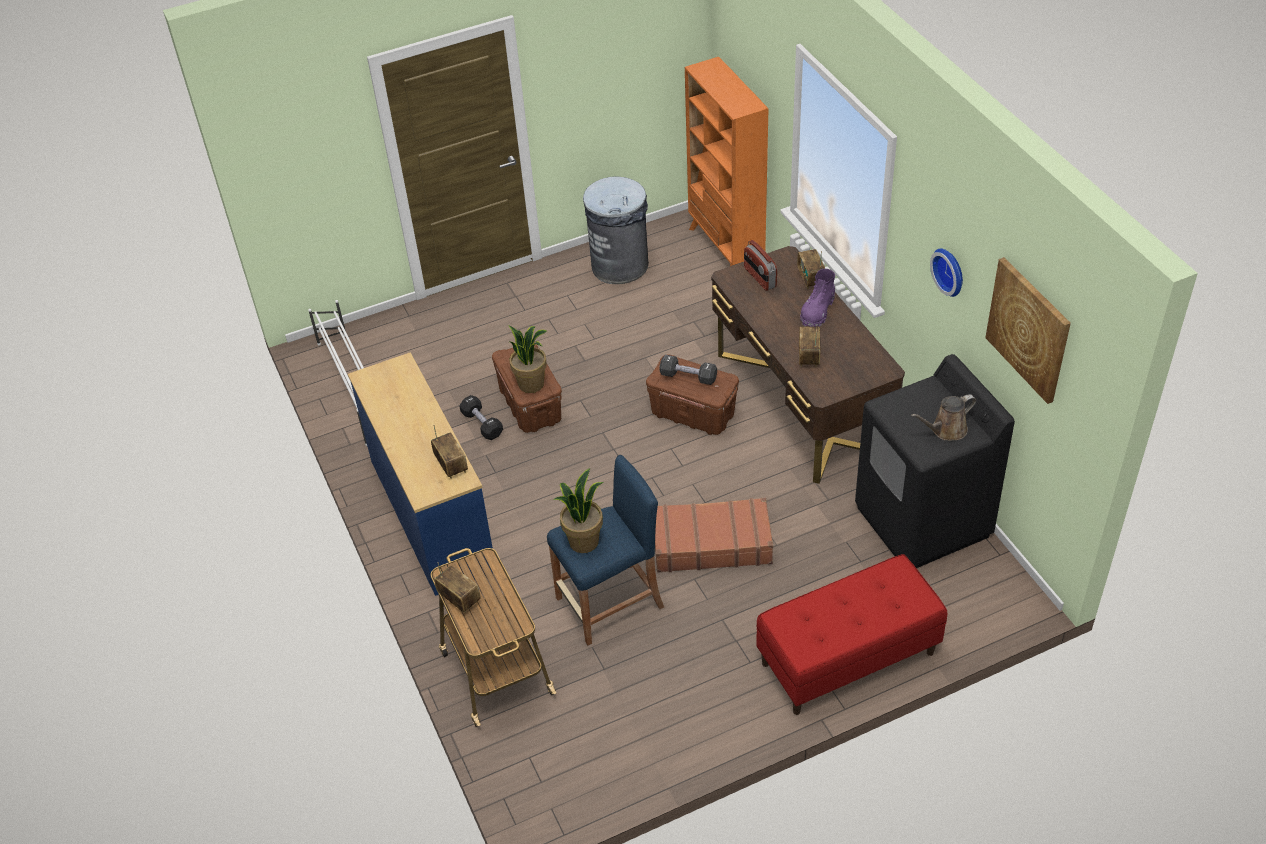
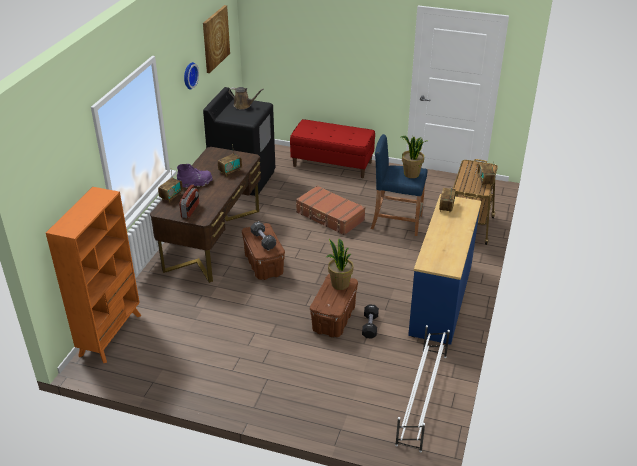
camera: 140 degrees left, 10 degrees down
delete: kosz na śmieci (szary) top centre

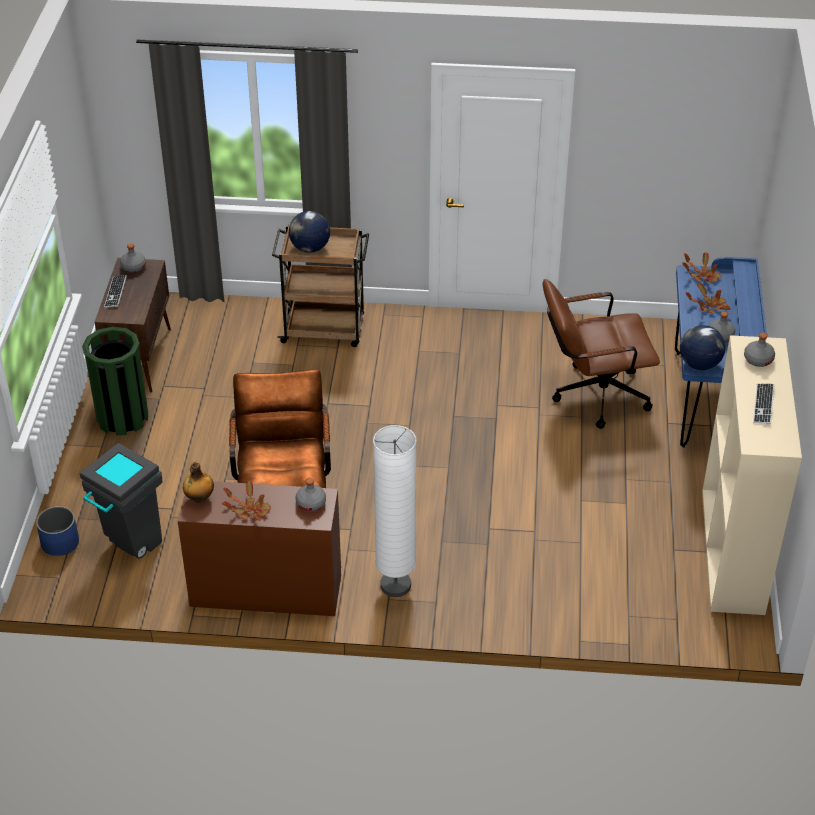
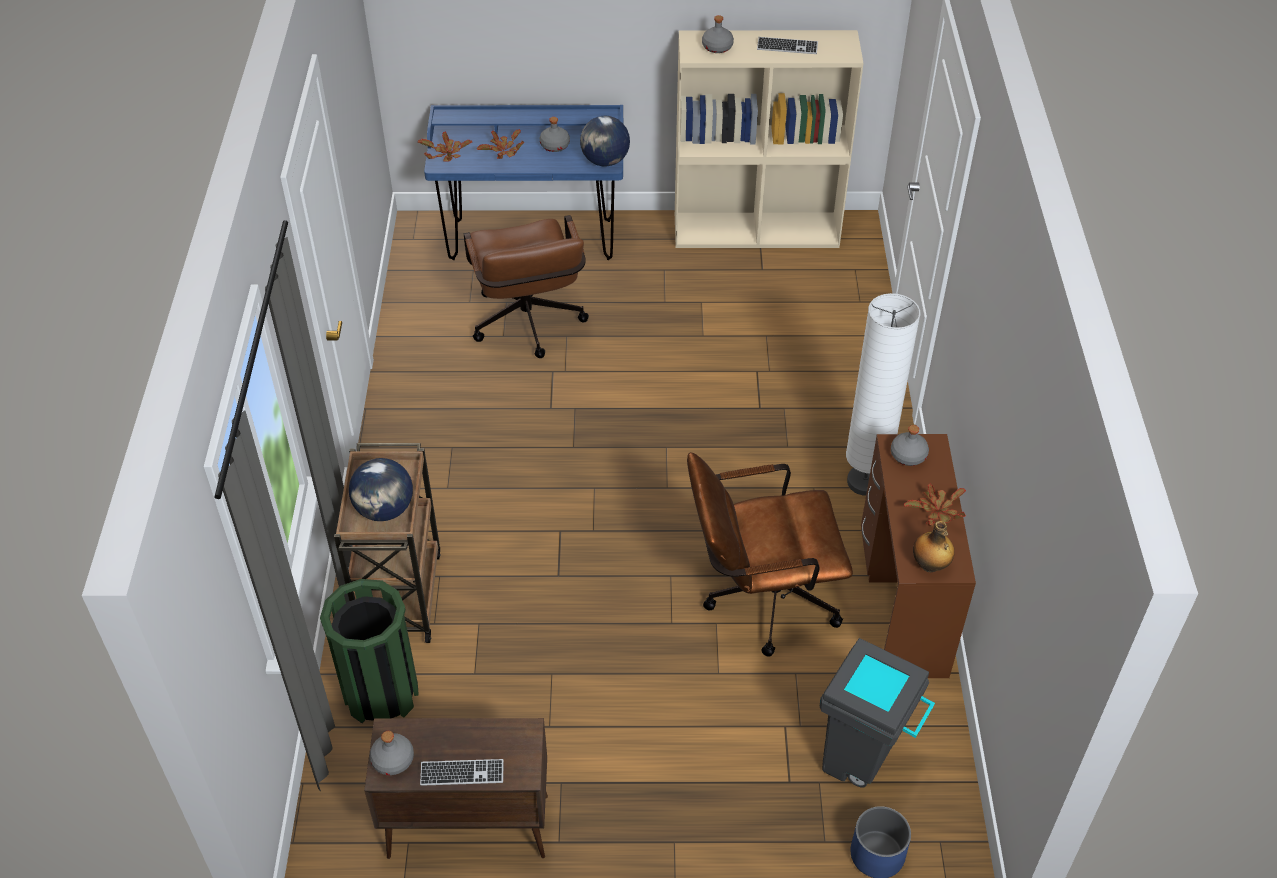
camera: 95 degrees left, 5 degrees up
move: kosz na śmieci (zielony) middle left to bottom left

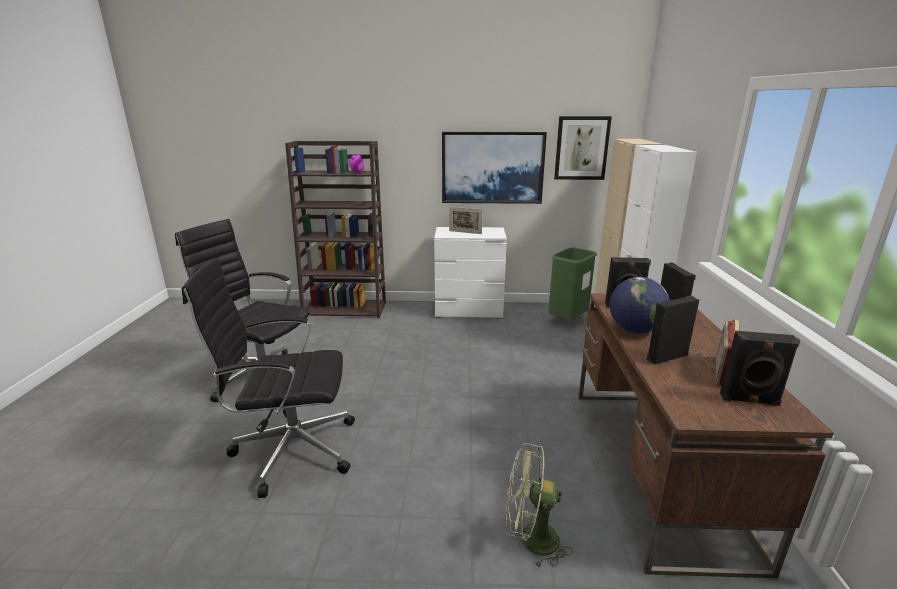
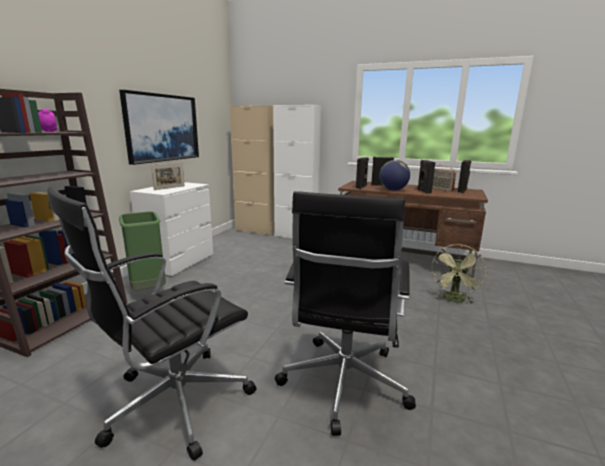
camera: 70 degrees left, 5 degrees down
delete: obraz (2nd from left) top centre
move: kosz na śmieci (zielony) centre to middle left

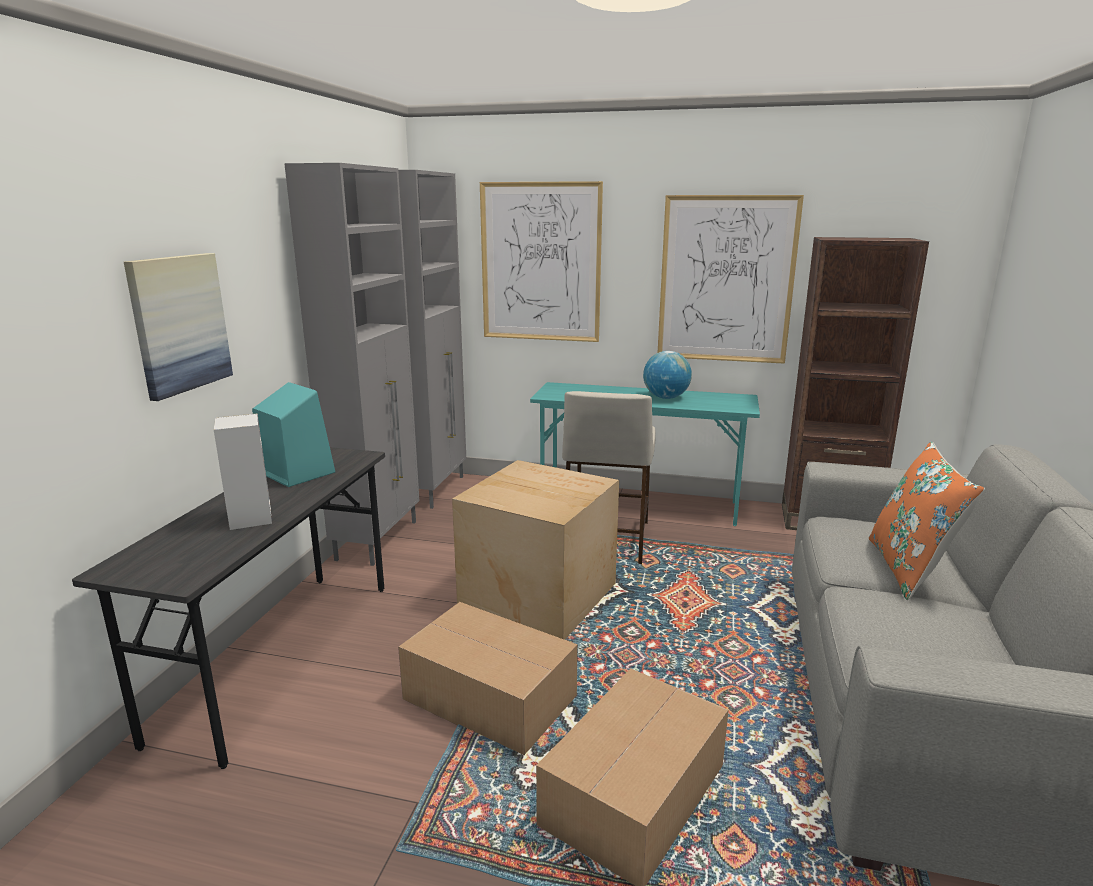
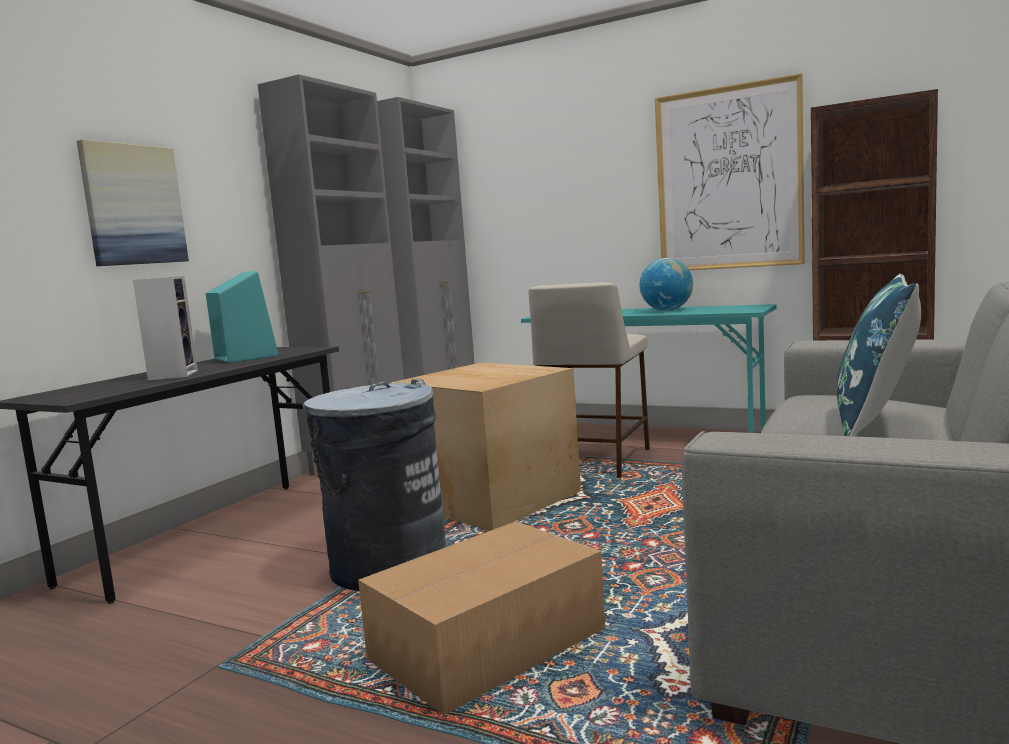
camera: 15 degrees right, 10 degrees down
delete: obraz (2nd from left) top centre
replace: karton (1st from left) bottom centre to kosz na śmieci (szary) centre
recolor: poduszka (pomarańczowy) middle right to poduszka (niebieski) middle right

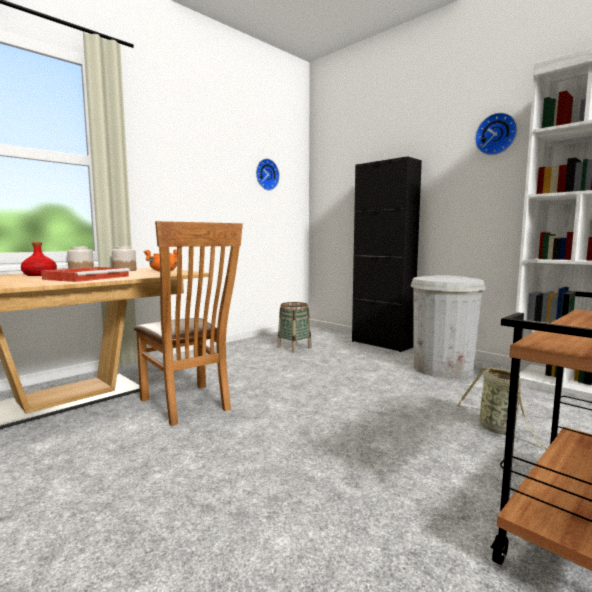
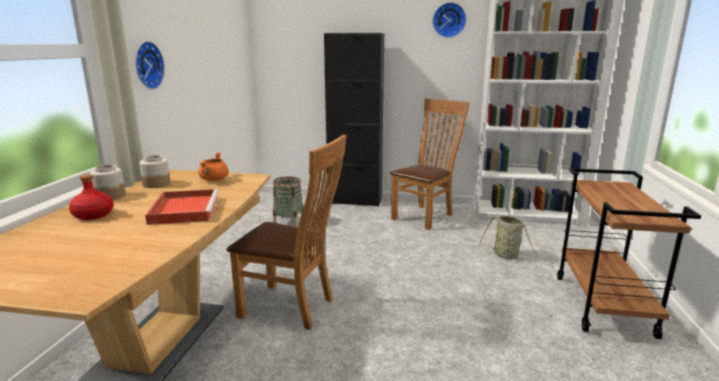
camera: 35 degrees left, 10 degrees up
move: zegar ścienny (1st from left) top centre to top left
replace: kosz na śmieci (biały) middle right to krzesło (brązowy) (2nd from left) centre

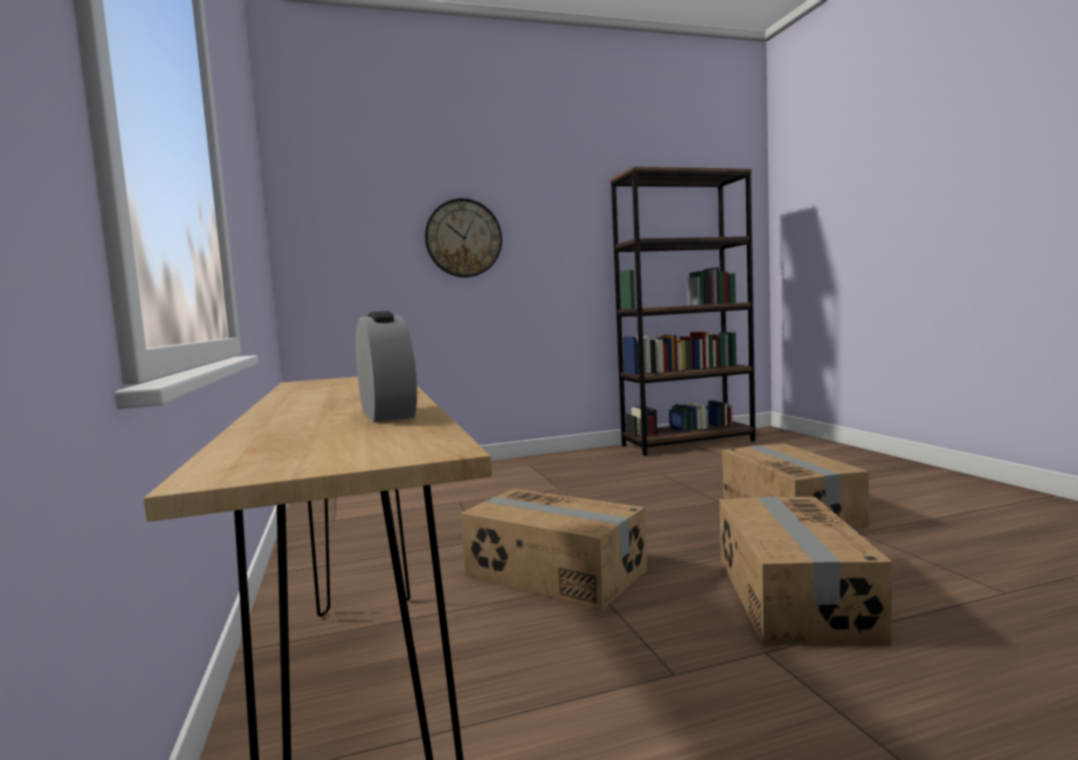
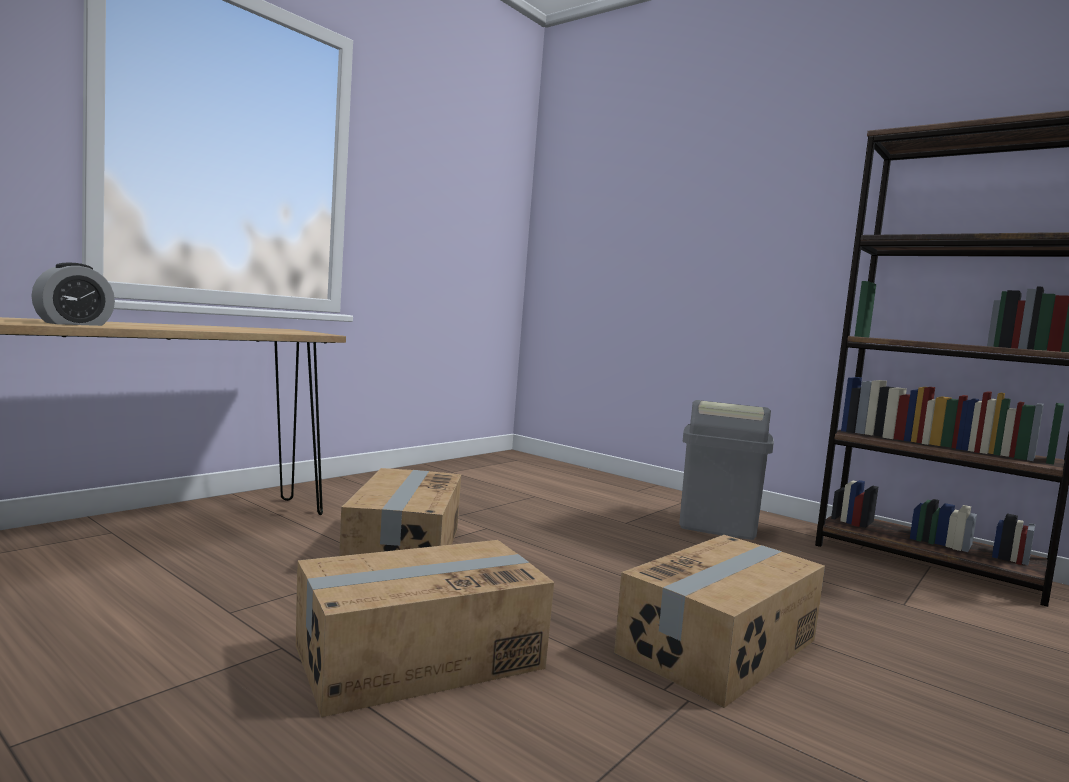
camera: 55 degrees right, 0 degrees up
delete: zegar ścienny top centre
insert: kosz na śmieci (szary) middle right

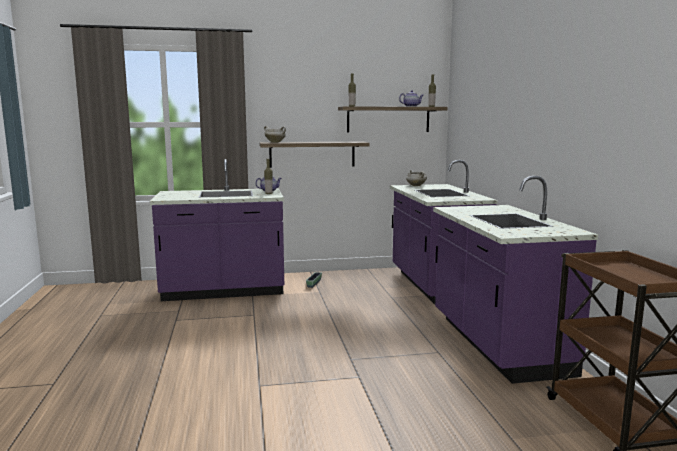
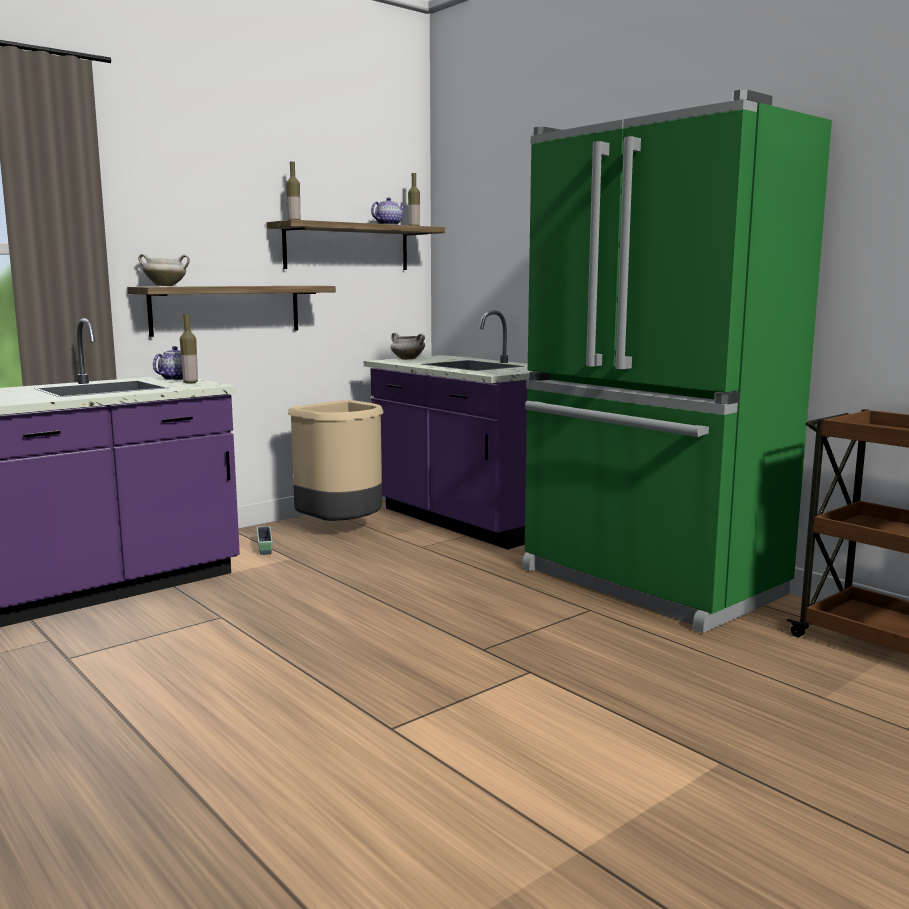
camera: 30 degrees left, 0 degrees up
insert: kosz na śmieci (beżowy) centre
replace: zabudowa kuchenna (fioletowy) (3rd from left) middle right to lodówka (zielony) middle right

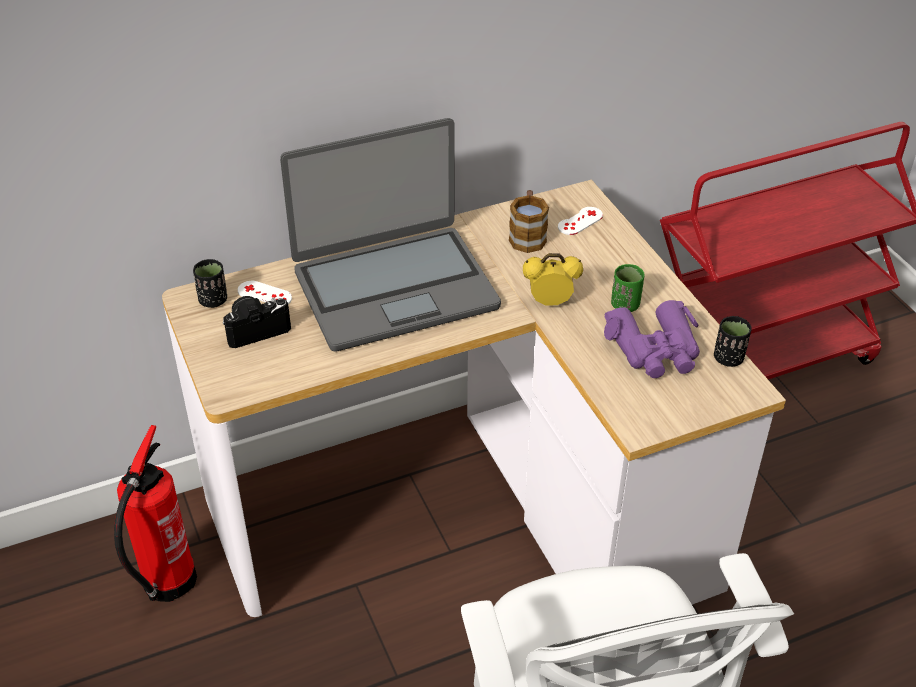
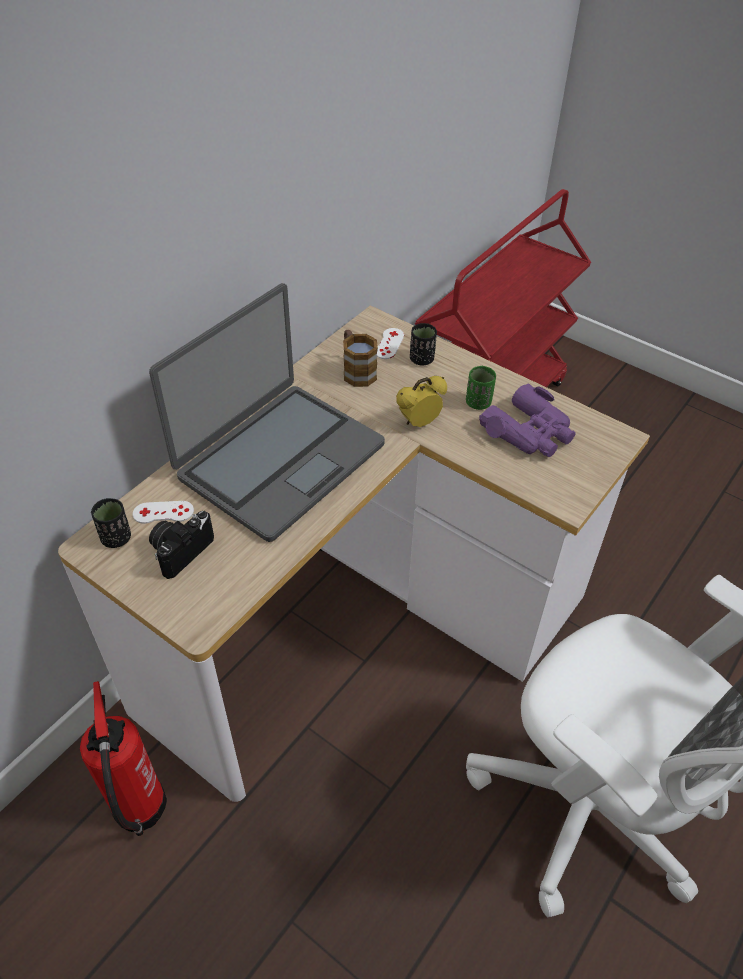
camera: 30 degrees left, 5 degrees up
move: filiżanka (czarny) (2nd from left) middle right to centre

